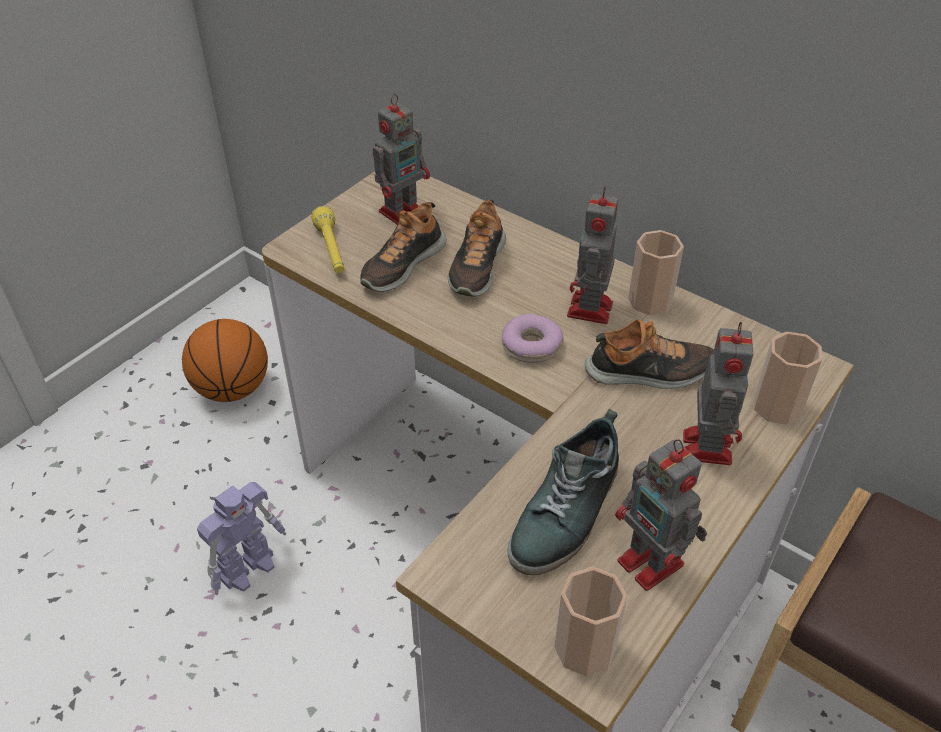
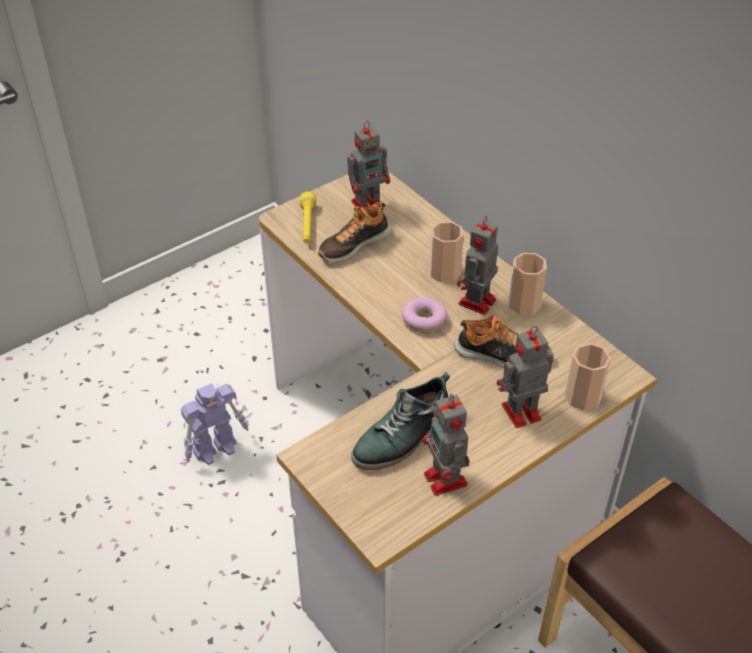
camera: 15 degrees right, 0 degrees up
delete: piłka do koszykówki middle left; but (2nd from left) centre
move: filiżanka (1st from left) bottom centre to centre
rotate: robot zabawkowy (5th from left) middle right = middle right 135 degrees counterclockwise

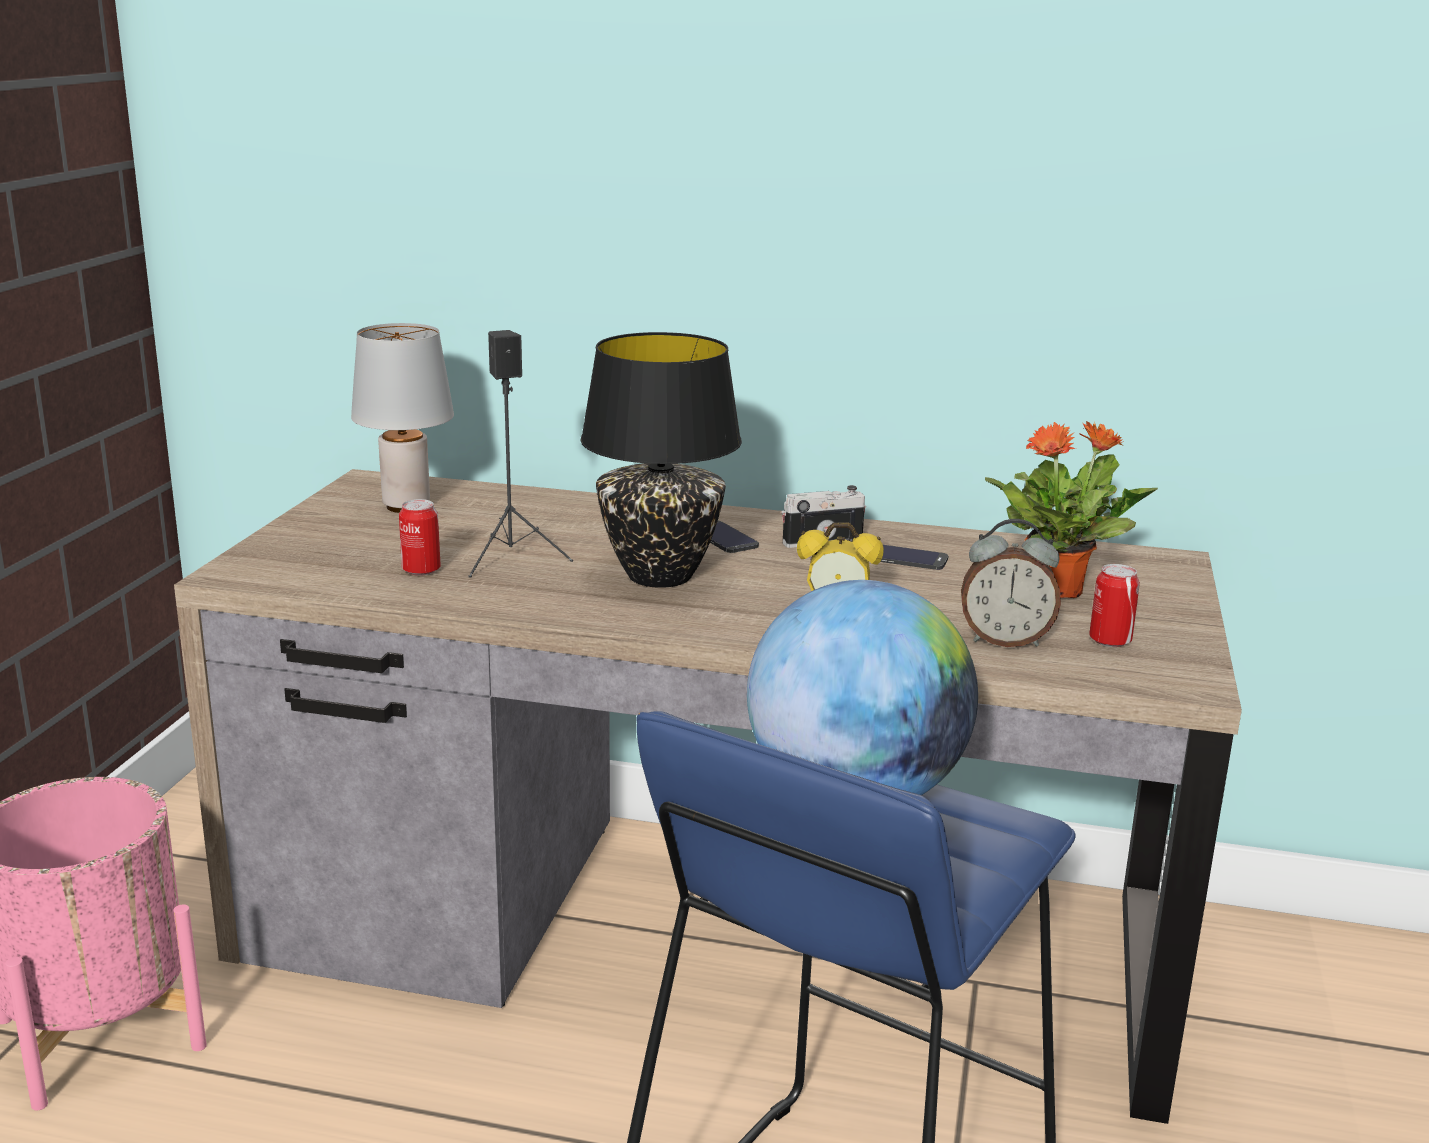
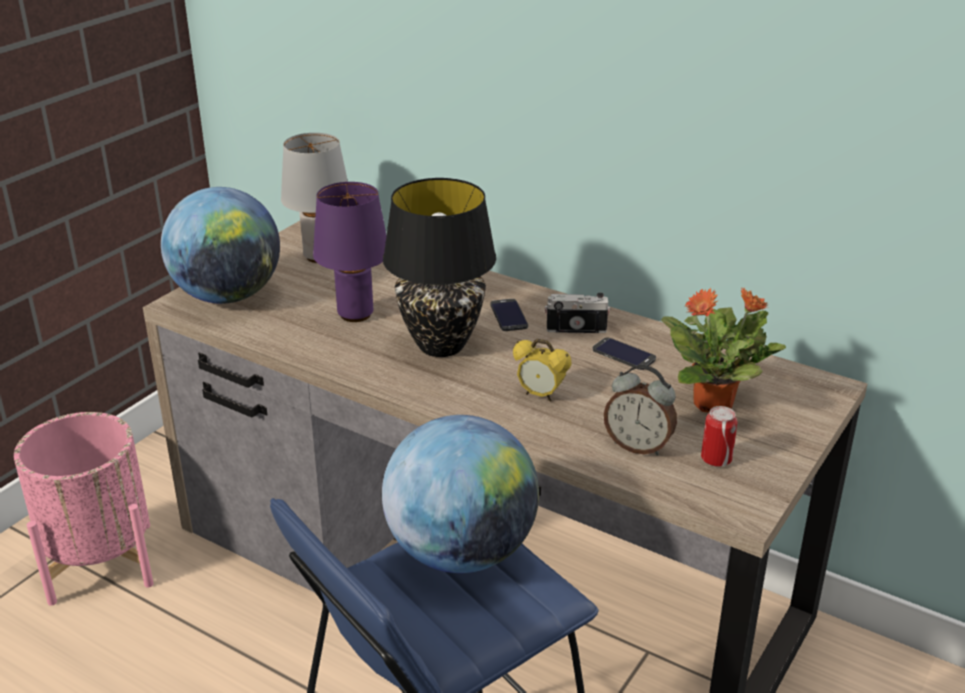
camera: 20 degrees right, 10 degrees up
delete: puszka (1st from left) middle left
insert: globus (1st from left) middle left
replace: głośnik (czarny) centre to lampa stołowa (fioletowy) centre

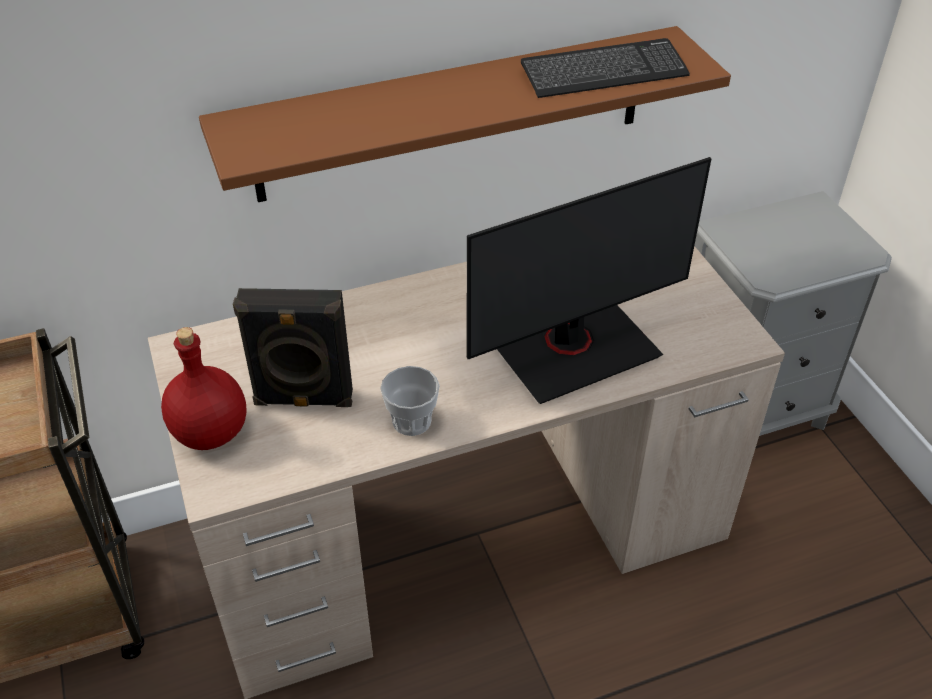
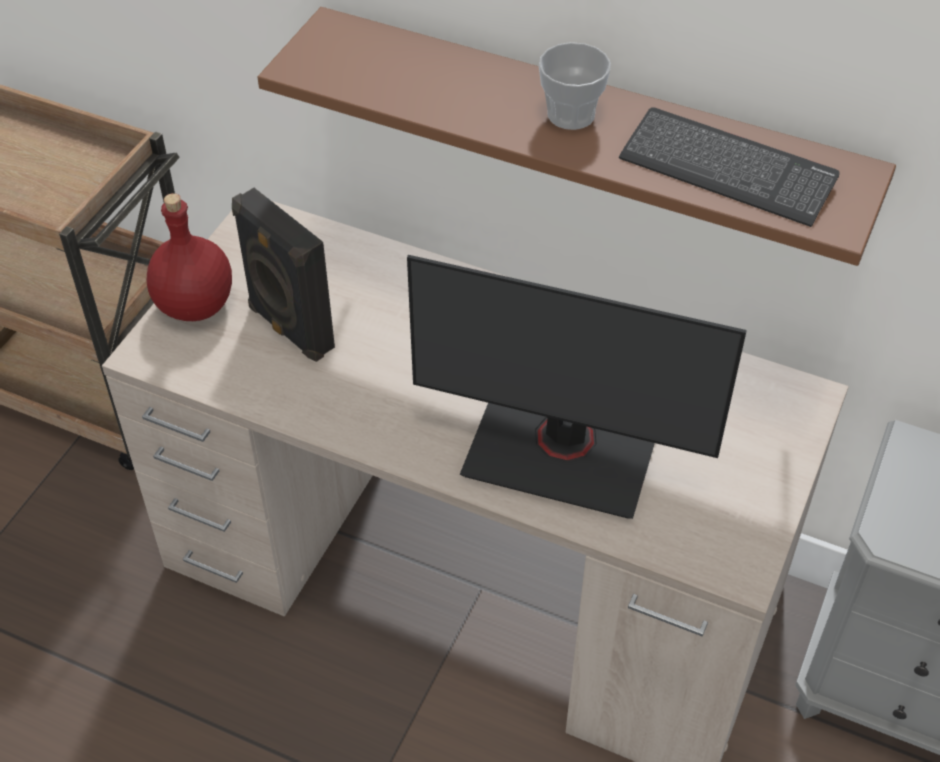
camera: 45 degrees right, 5 degrees up
move: filiżanka centre to top centre

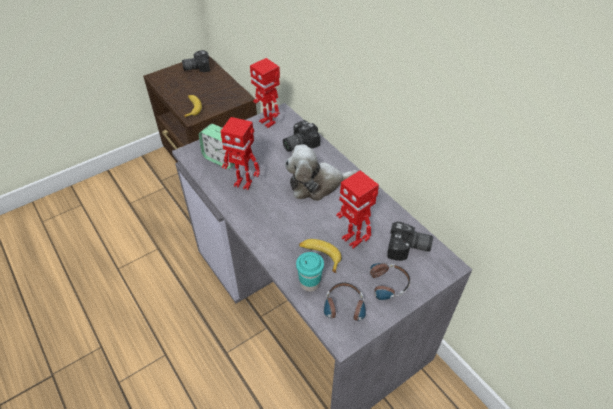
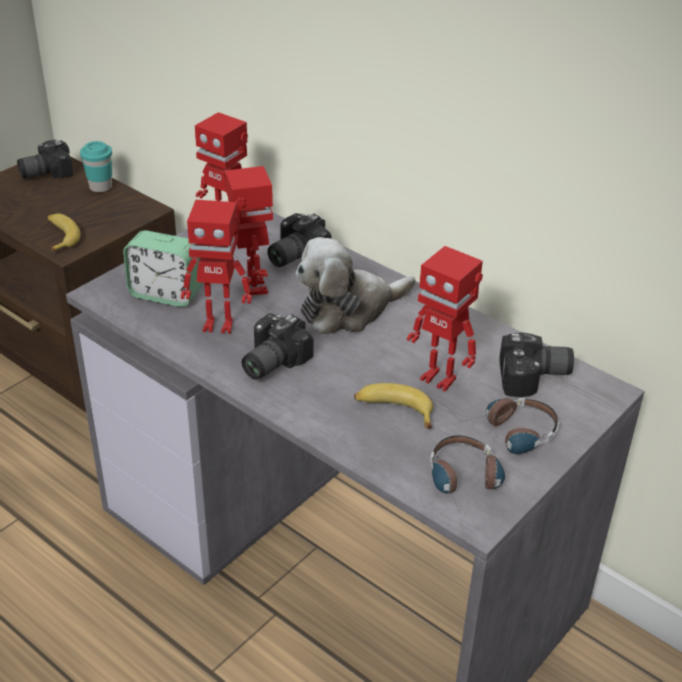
camera: 15 degrees left, 10 degrees down
insert: robot zabawkowy (3rd from left) centre; aparat fotograficzny (2nd from left) centre
move: filiżanka (turkusowy) centre to top left

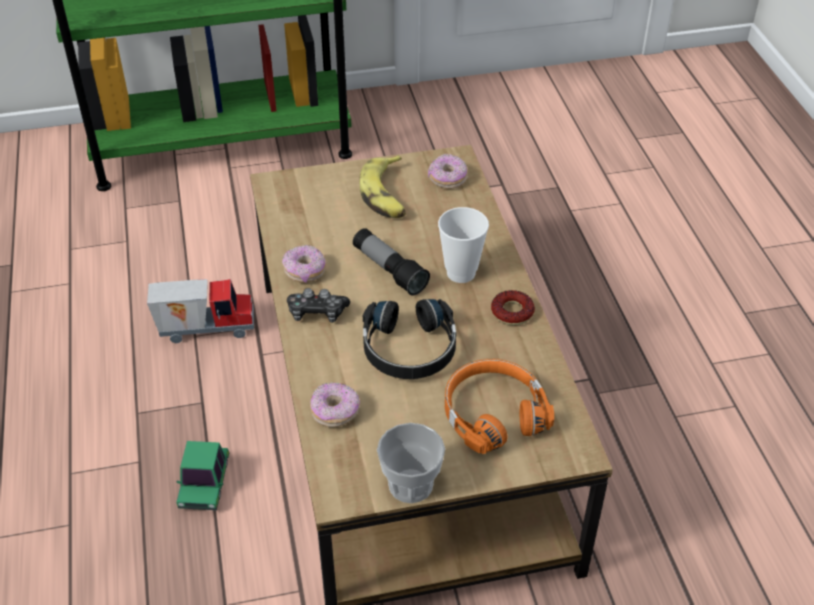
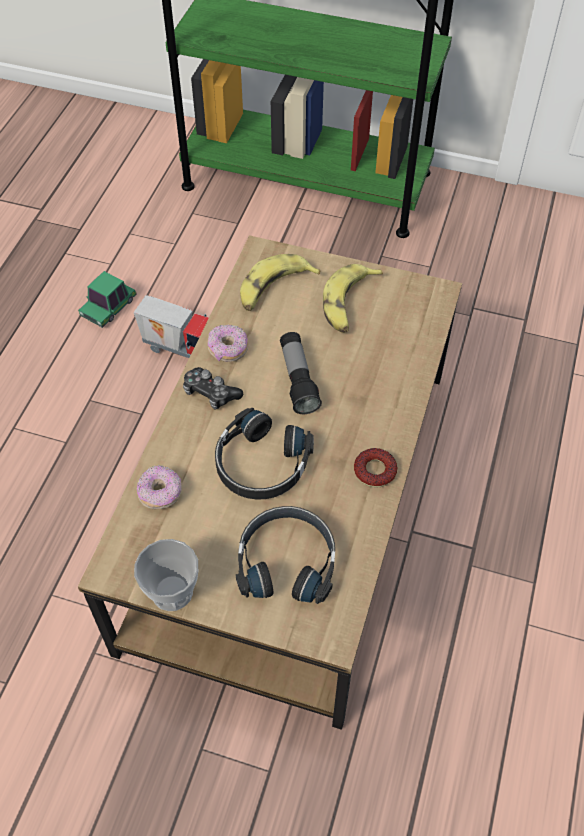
camera: 30 degrees right, 10 degrees up
delete: donut (3rd from left) top centre; filiżanka (2nd from left) centre
insert: banan (1st from left) centre
move: samochodzik bottom left to middle left
recolor: słuchawki (pomarańczowy) bottom centre to słuchawki (czarny) (2nd from left) centre

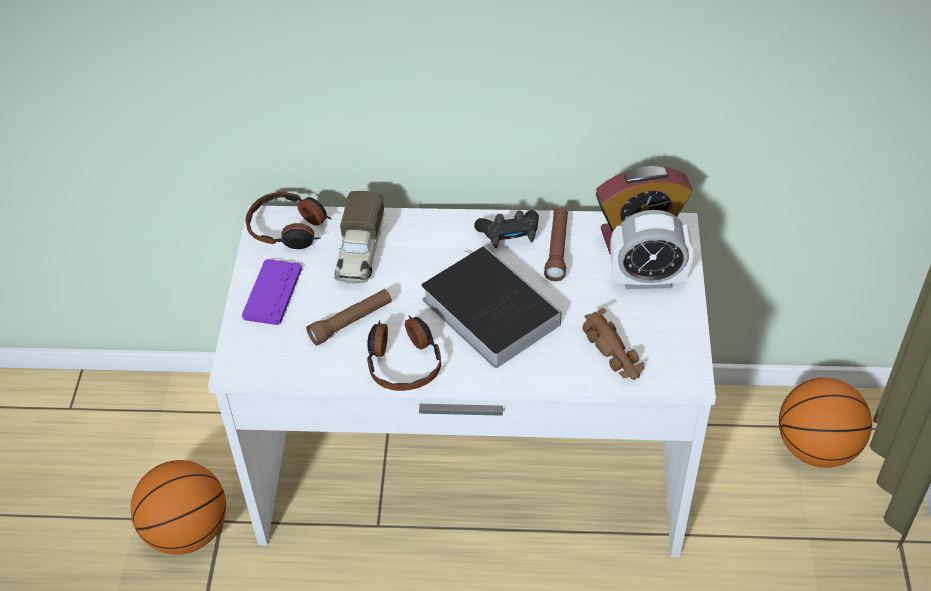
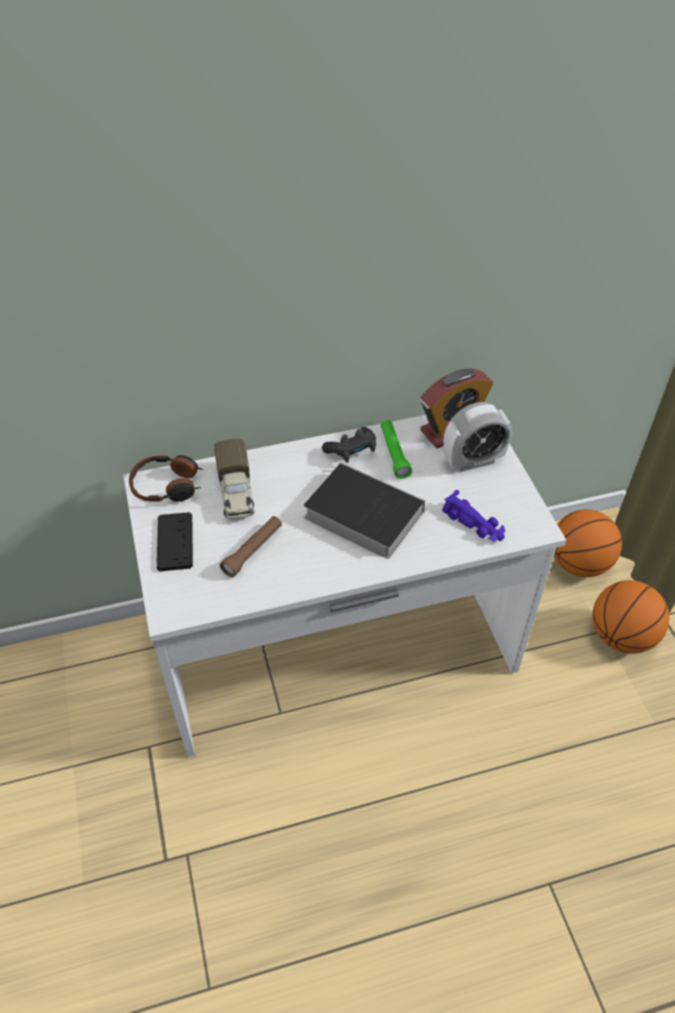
camera: 20 degrees left, 0 degrees up
delete: słuchawki (2nd from left) centre
move: piłka do koszykówki (1st from left in the first image) bottom left to piłka do koszykówki (2nd from left) middle right
recolor: pad do gier (fioletowy) middle left to pad do gier (czarny) (1st from left) middle left; latarka (brązowy) (2nd from left) centre to latarka (zielony) centre; samochodzik (brązowy) centre to samochodzik (fioletowy) middle right

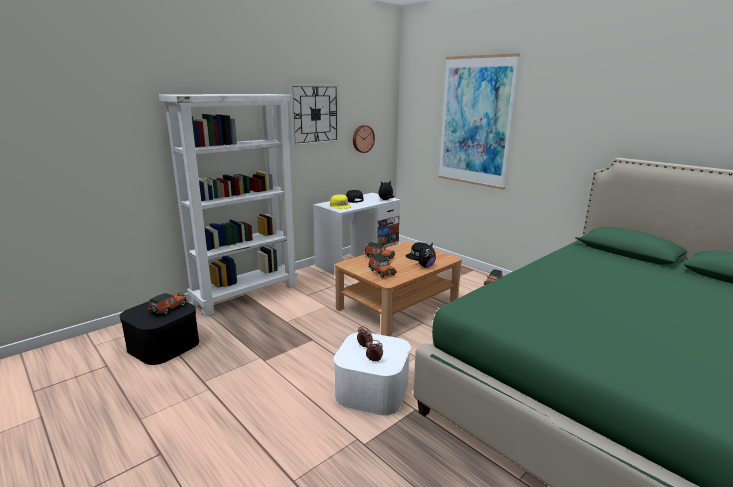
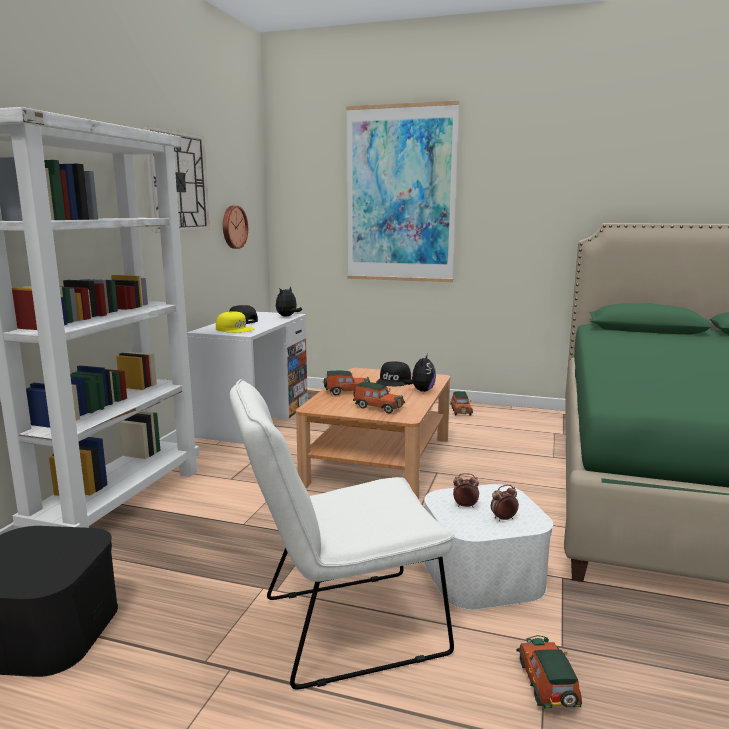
camera: 30 degrees left, 5 degrees down
insert: krzesło (biały) bottom centre
move: samochodzik (1st from left in the first image) middle left to samochodzik (4th from left) bottom right

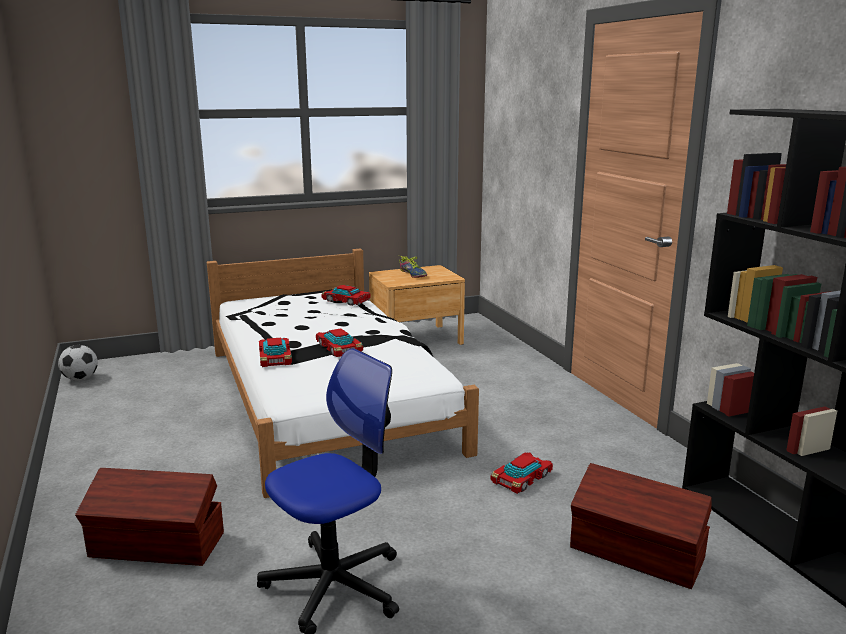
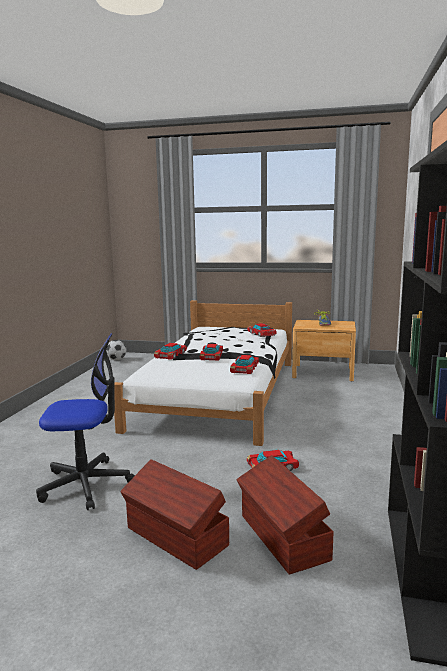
camera: 35 degrees right, 5 degrees down
insert: samochodzik (3rd from left) centre
move: pojemnik do przechowywania (brązowy) (1st from left) bottom left to bottom centre

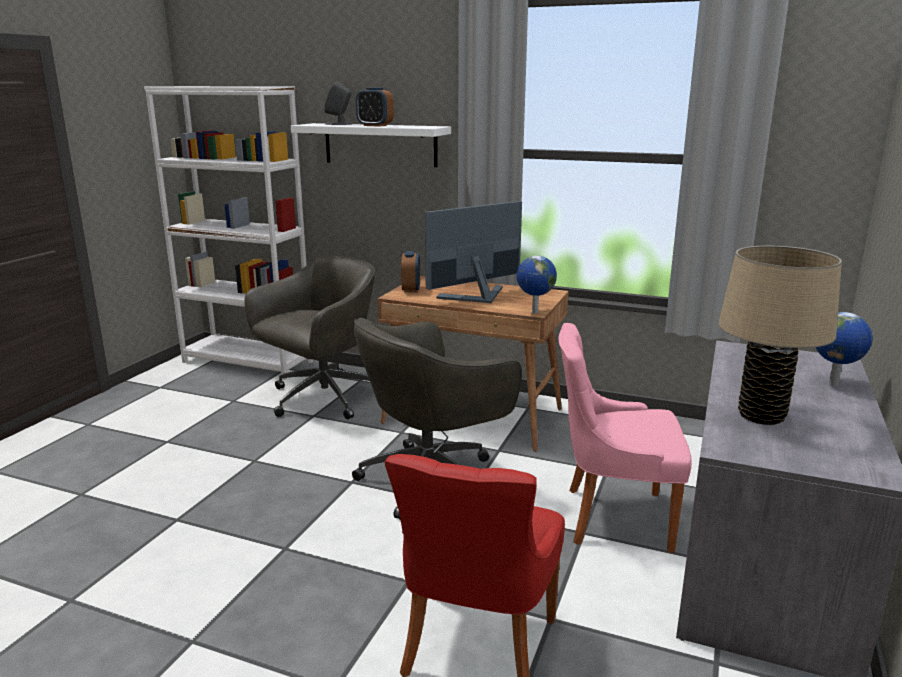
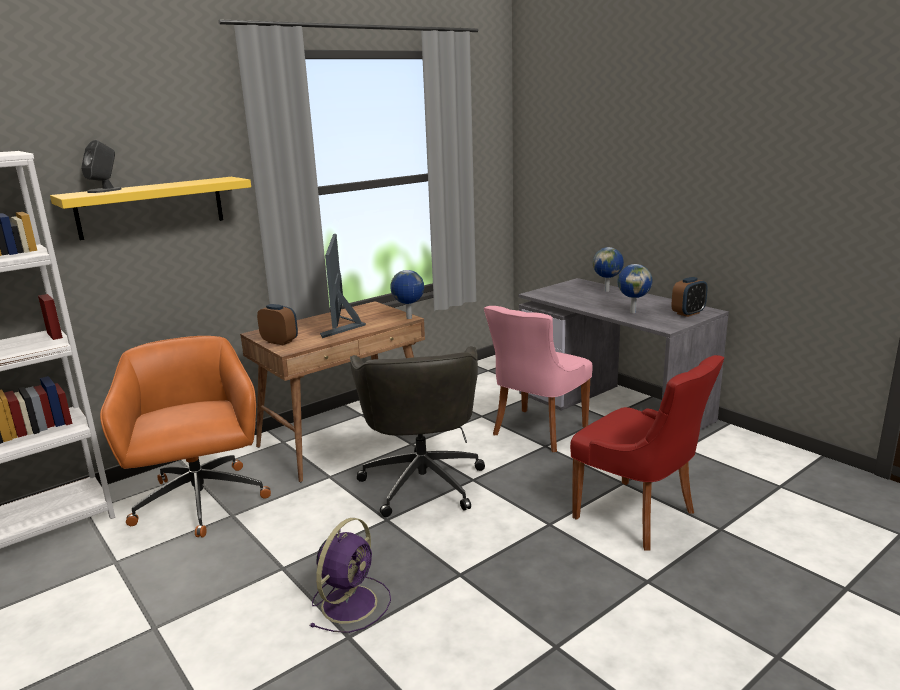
camera: 60 degrees left, 0 degrees up
insert: wentylator (fioletowy) bottom centre
move: budzik (1st from left in the first image) top centre to budzik (2nd from left) middle right
replace: lampa stołowa (beżowy) middle right to globus (3rd from left) middle right
recolor: krzesło biurowe (szary) (1st from left) centre to krzesło biurowe (pomarańczowy) middle left; półka (biały) top centre to półka (żółty) top left

